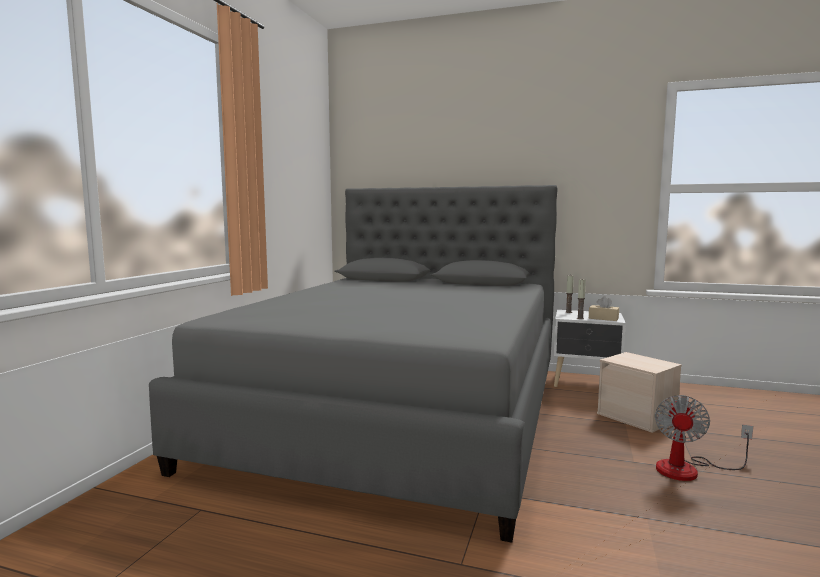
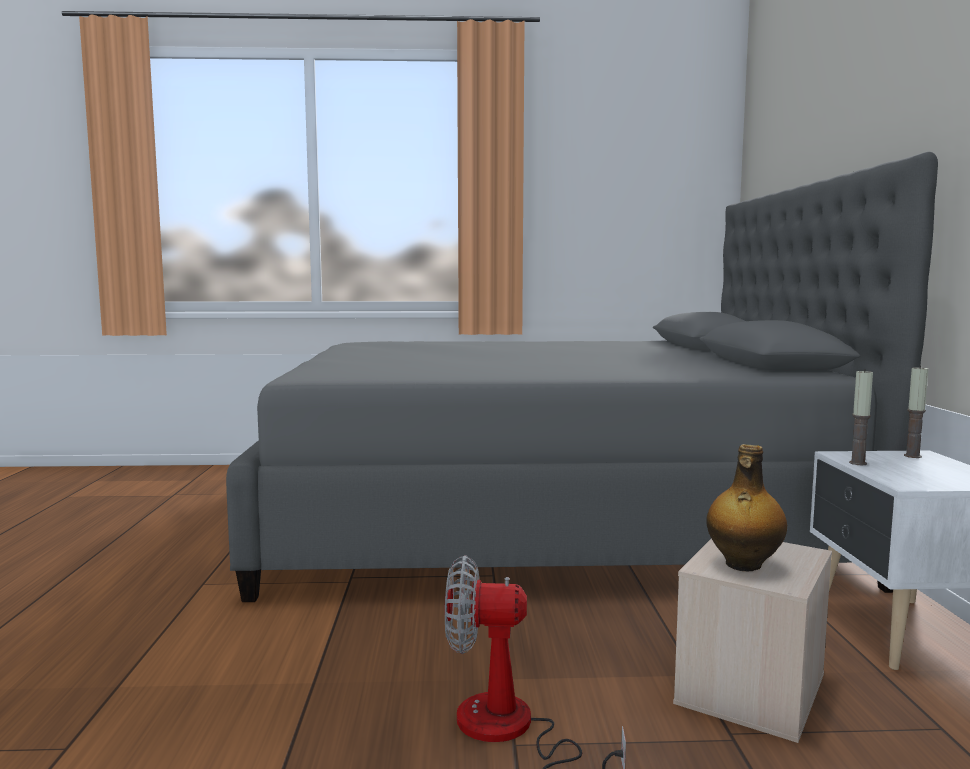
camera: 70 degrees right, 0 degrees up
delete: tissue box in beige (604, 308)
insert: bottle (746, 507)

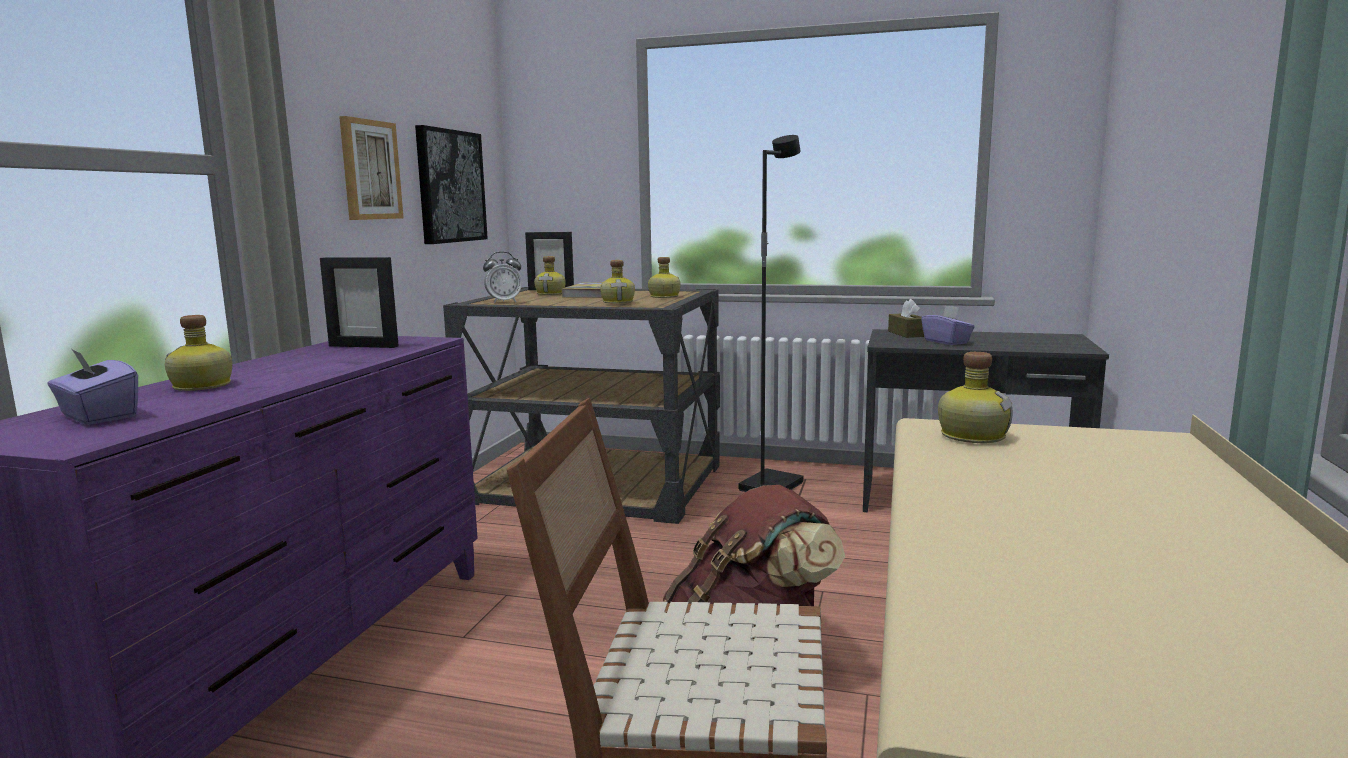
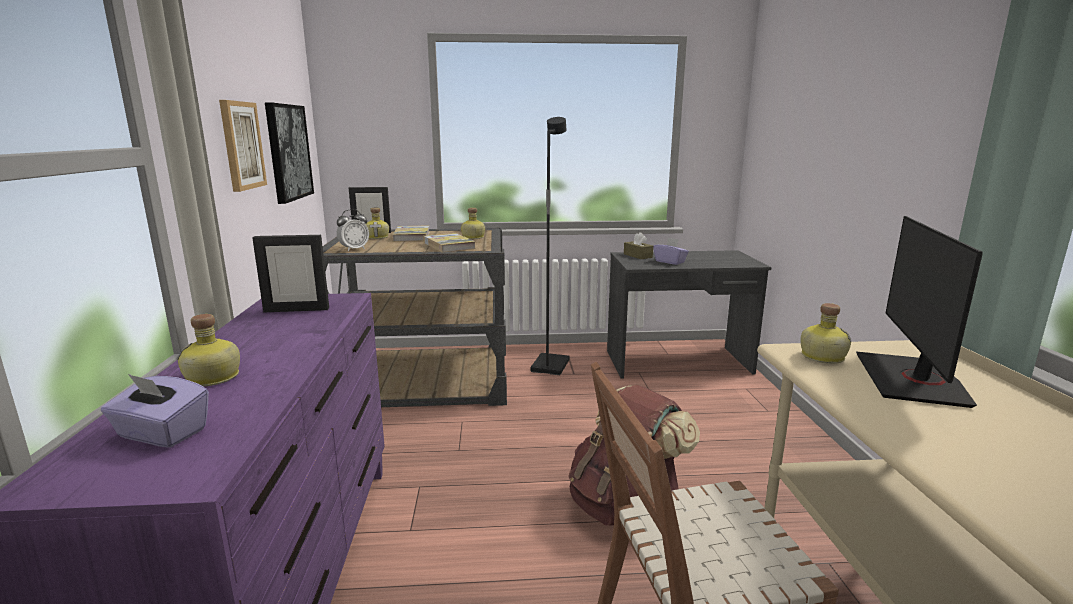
camera: 20 degrees left, 5 degrees up
insert: monitor (919, 312)
replace: bottle (617, 282) to book (449, 242)

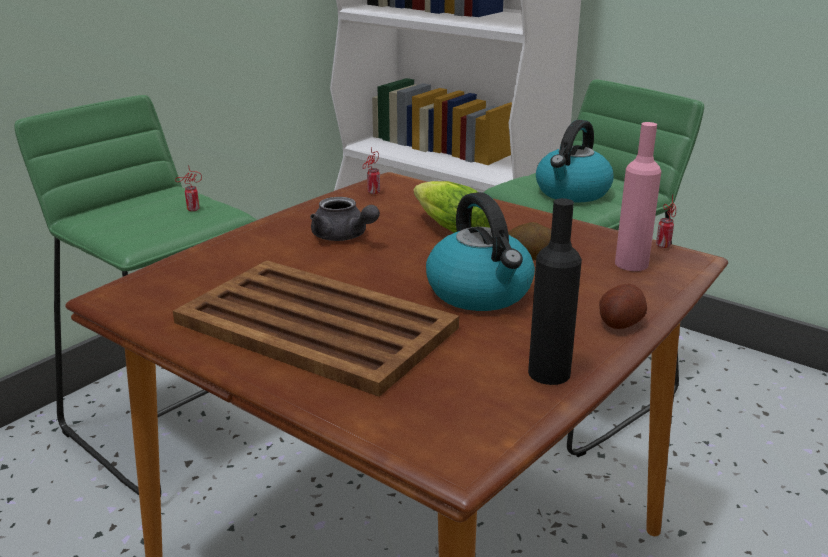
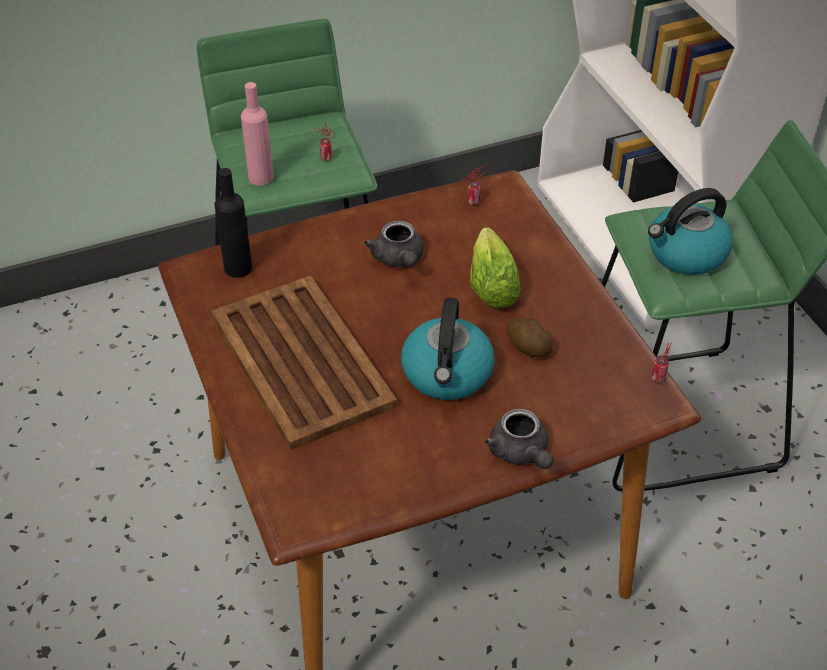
camera: 30 degrees right, 20 degrees up
move: bottle in pink (638, 196) to (257, 134); bottle in black (555, 291) to (233, 223)
replace: potato (623, 306) to teapot in grey (519, 438)

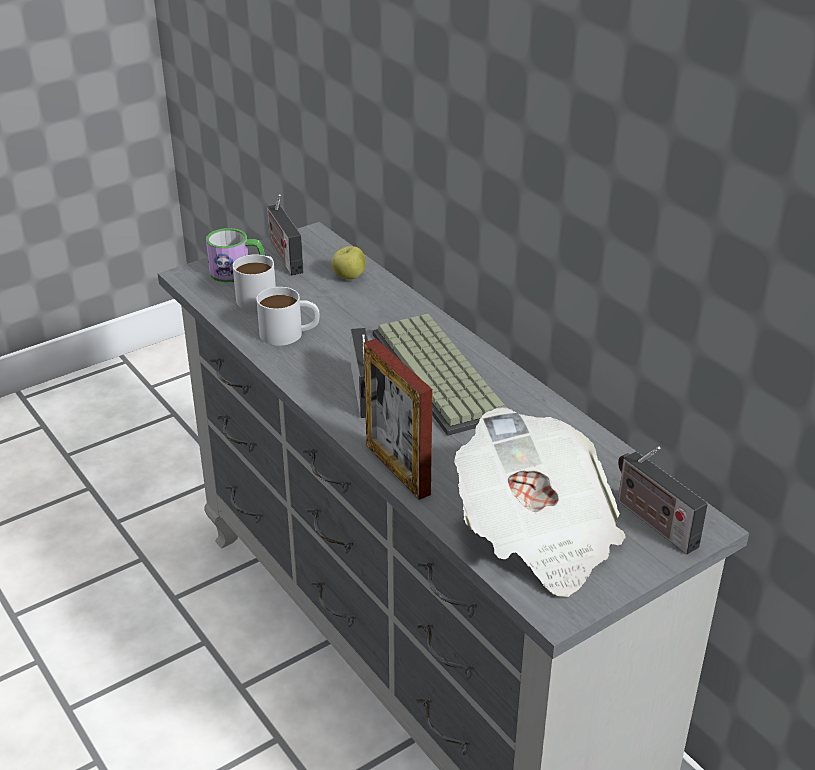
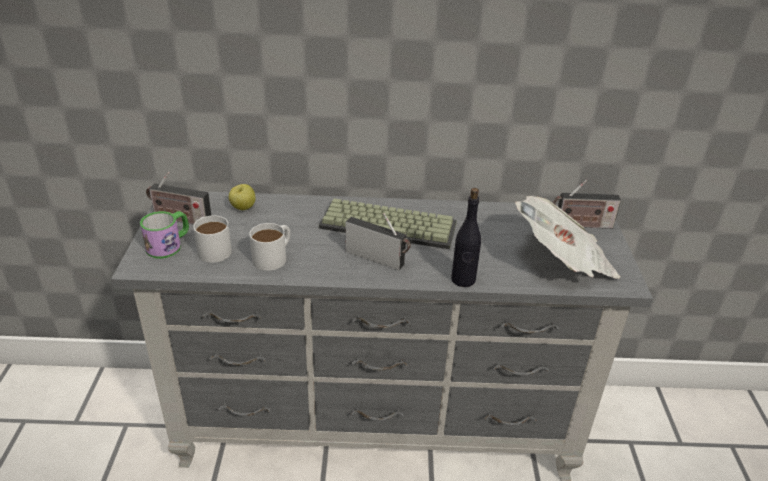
camera: 55 degrees left, 0 degrees up
replace: picture frame (398, 419) to bottle in black (466, 237)

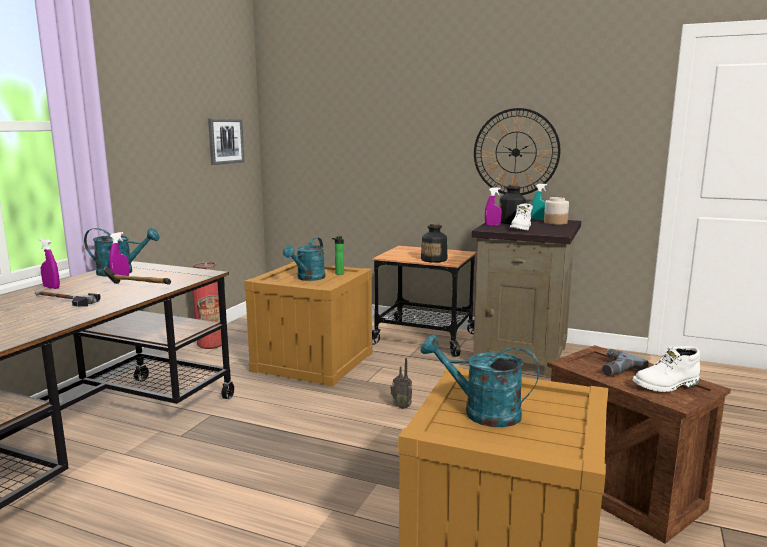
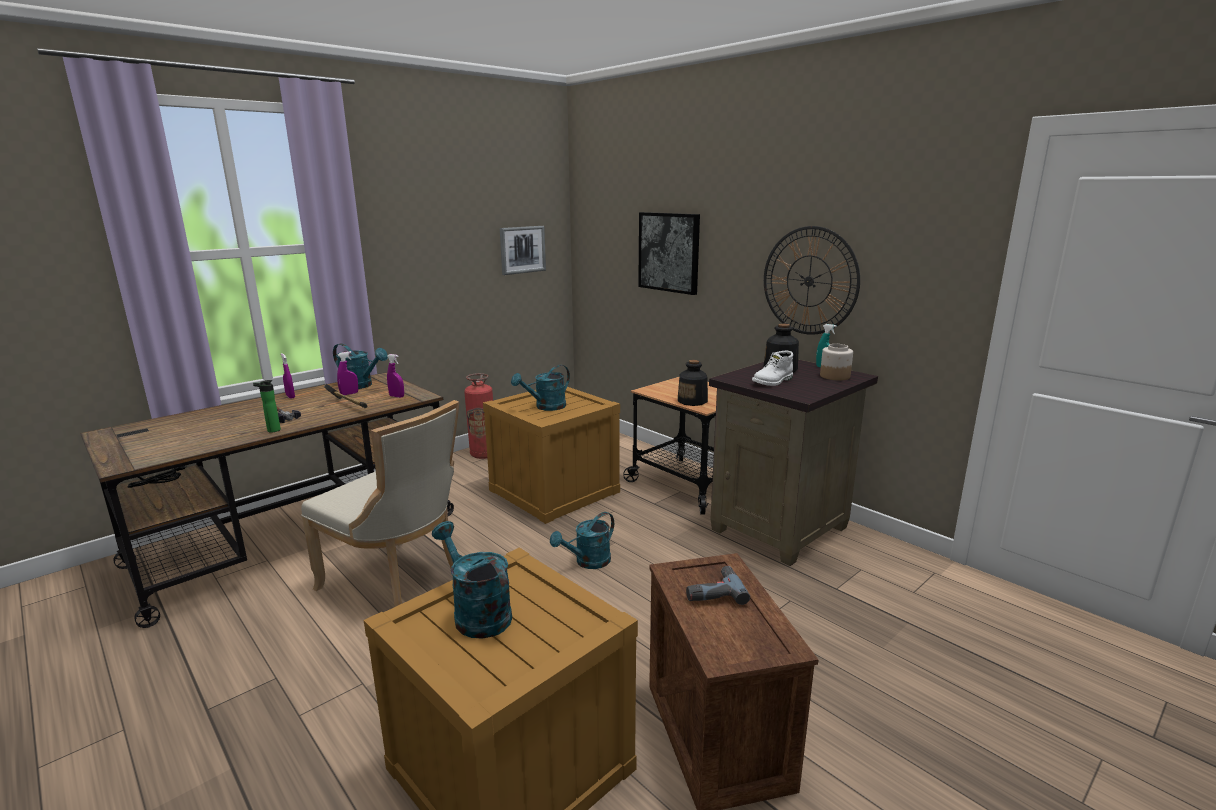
camera: 25 degrees right, 5 degrees up
delete: boot in white (666, 369)
insert: picture (669, 253); chair in beige (380, 503)
move: spray bottle in purple (493, 206) to (395, 376); bottle (338, 255) to (267, 406)
replace: radio (401, 383) to watering can in turquoise (582, 540)

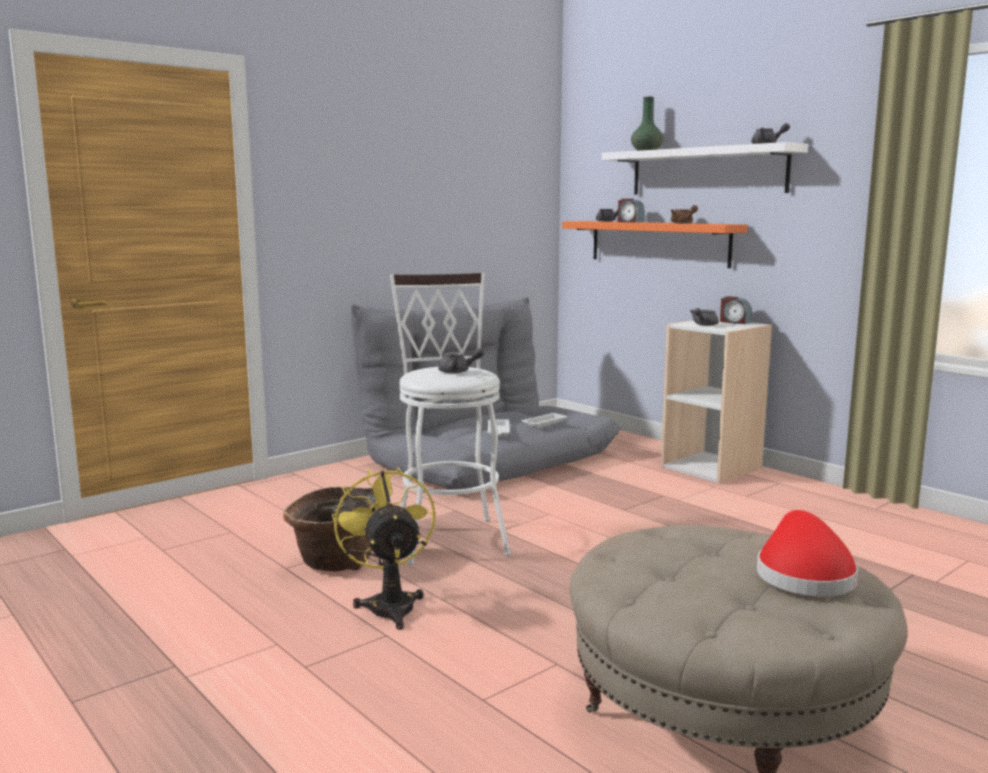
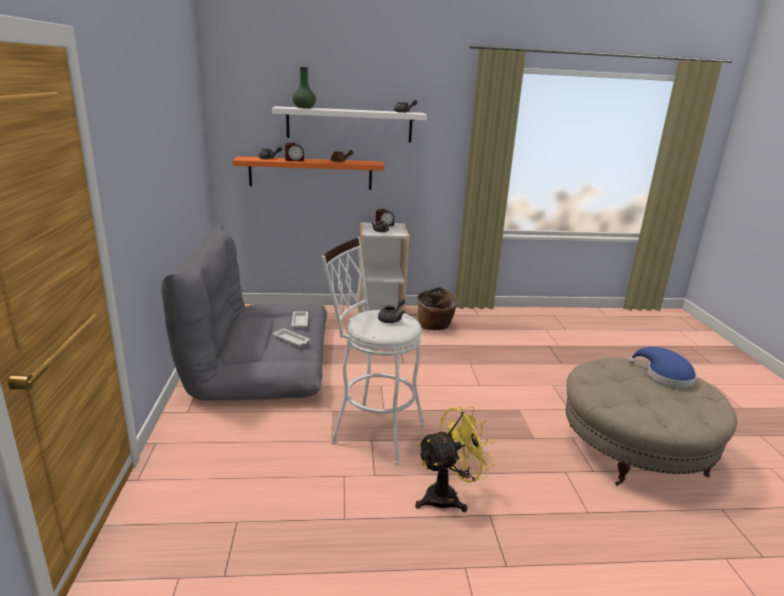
camera: 55 degrees left, 10 degrees up
move: basket (329, 529) to (437, 308)
recolor: hat in red (807, 553) to hat in blue (662, 367)
rotate: fan in yellow (383, 548) = (455, 459) 135 degrees clockwise

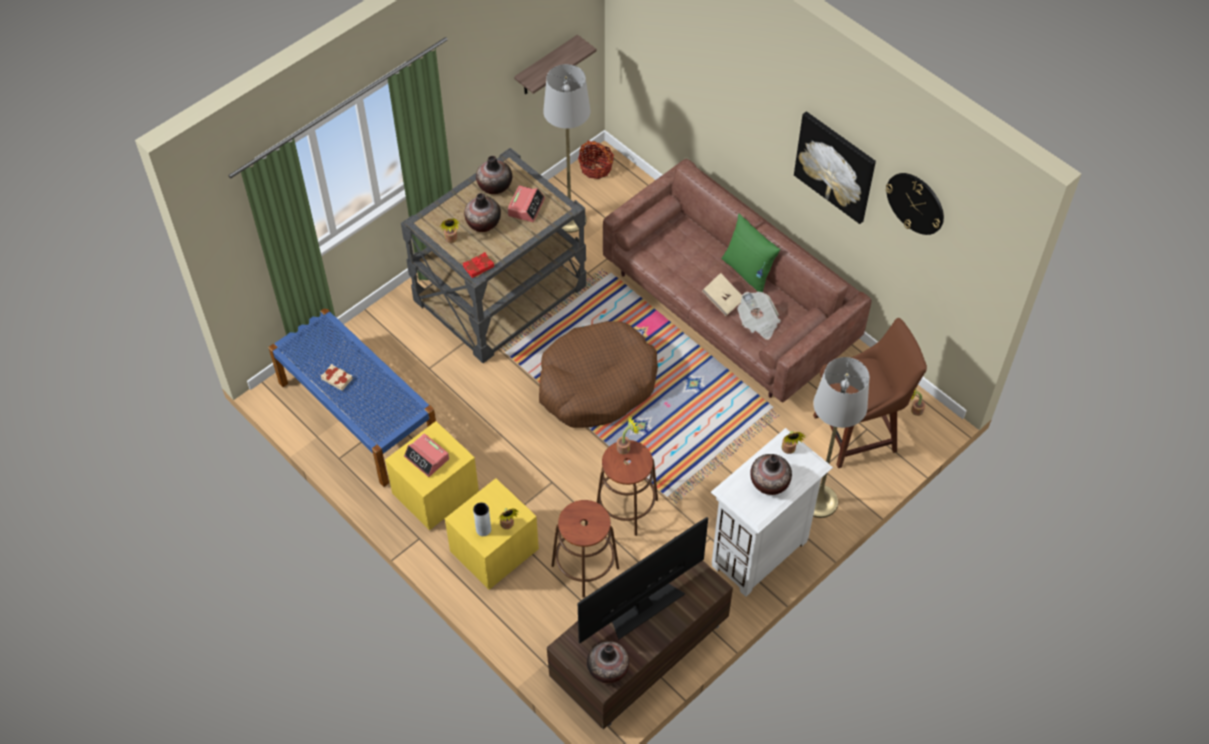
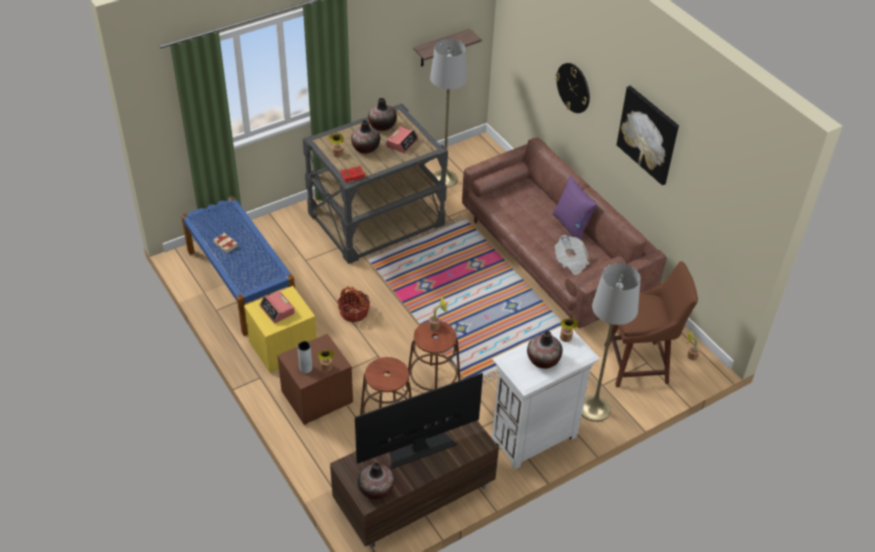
camera: 10 degrees right, 10 degrees down
delete: book in beige (722, 294); dog bed in brown (598, 374)
move: basket (596, 160) to (353, 304); wall clock (914, 204) to (572, 88)
recolor: pillow in green (750, 253) to pillow in purple (575, 207); nightstand in yellow (492, 534) to nightstand in brown (315, 379)

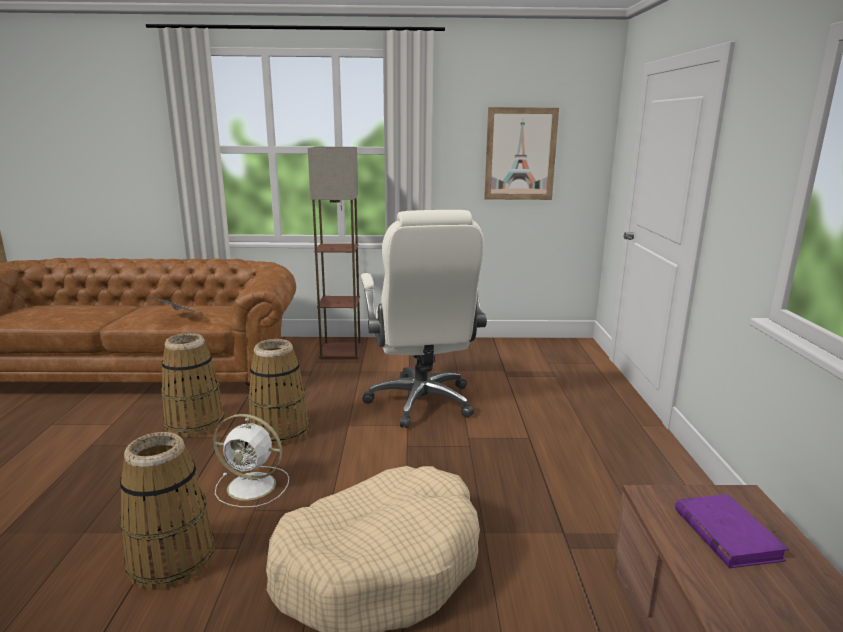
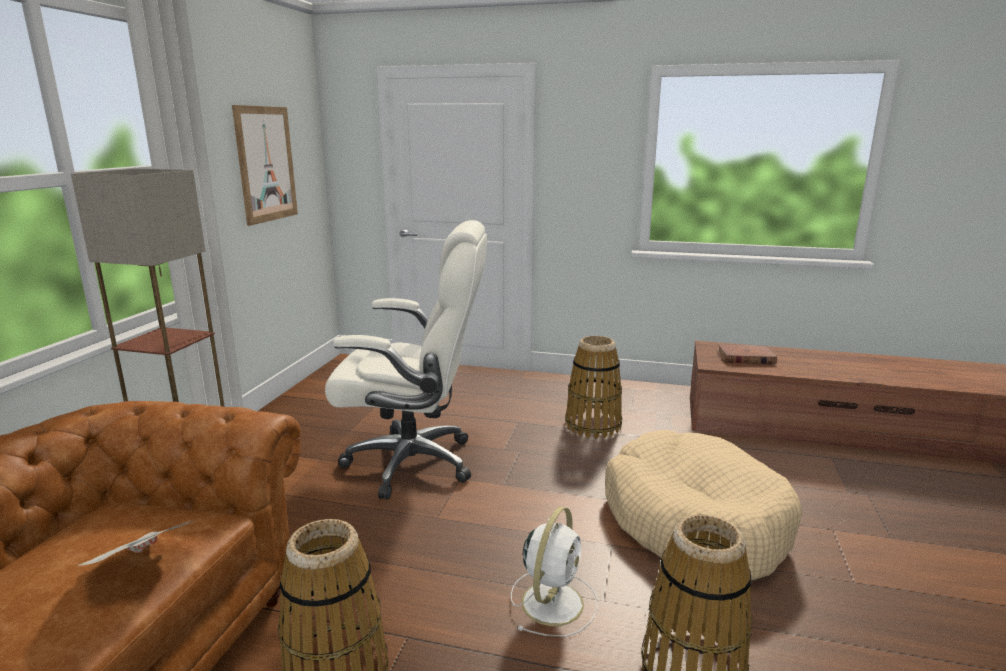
camera: 75 degrees left, 0 degrees up
move: basket (278, 392) to (593, 387)
recolor: book in purple (732, 531) to book in brown (746, 354)

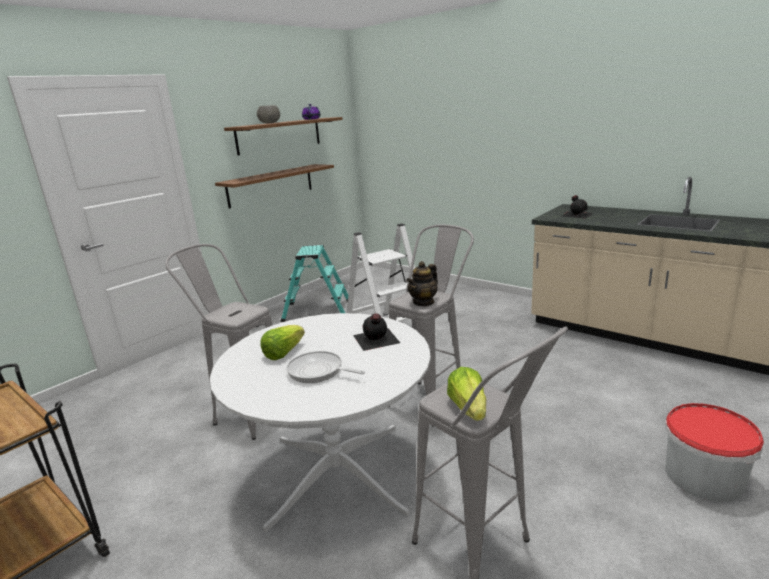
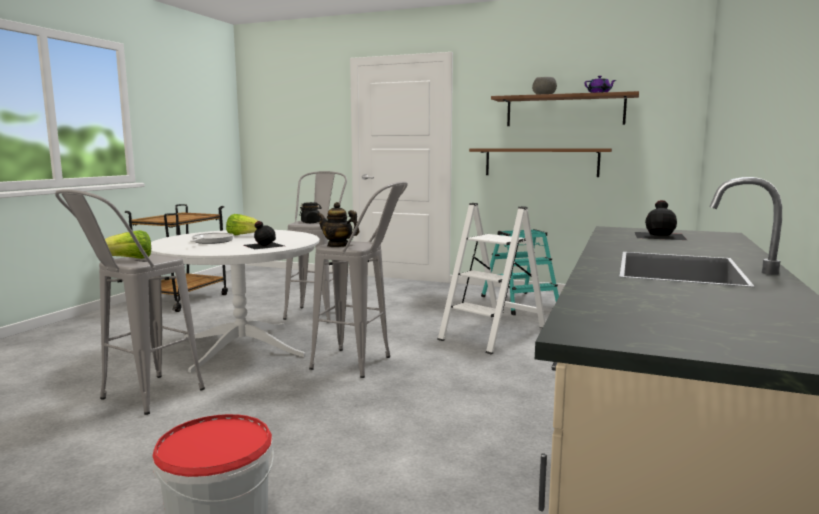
camera: 70 degrees right, 10 degrees down
insert: jar in black (311, 212)

